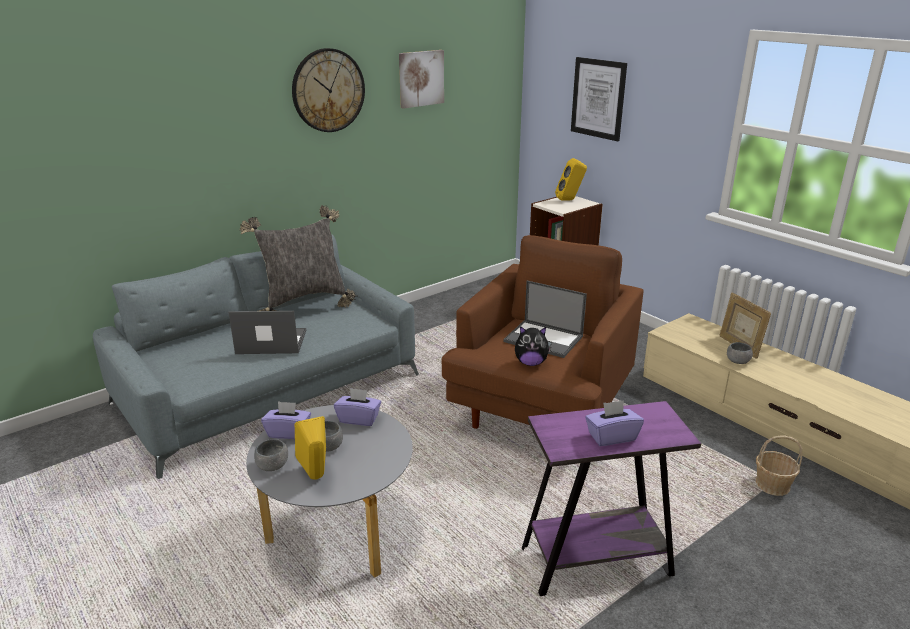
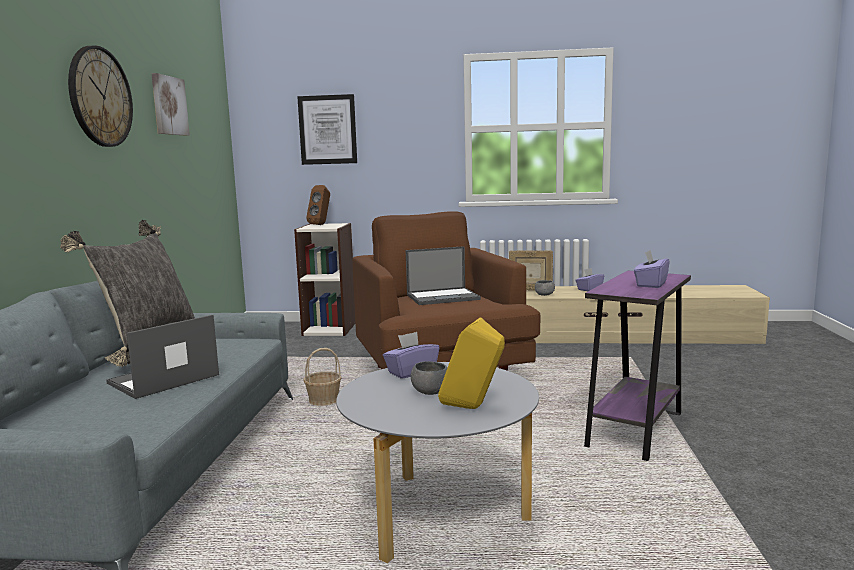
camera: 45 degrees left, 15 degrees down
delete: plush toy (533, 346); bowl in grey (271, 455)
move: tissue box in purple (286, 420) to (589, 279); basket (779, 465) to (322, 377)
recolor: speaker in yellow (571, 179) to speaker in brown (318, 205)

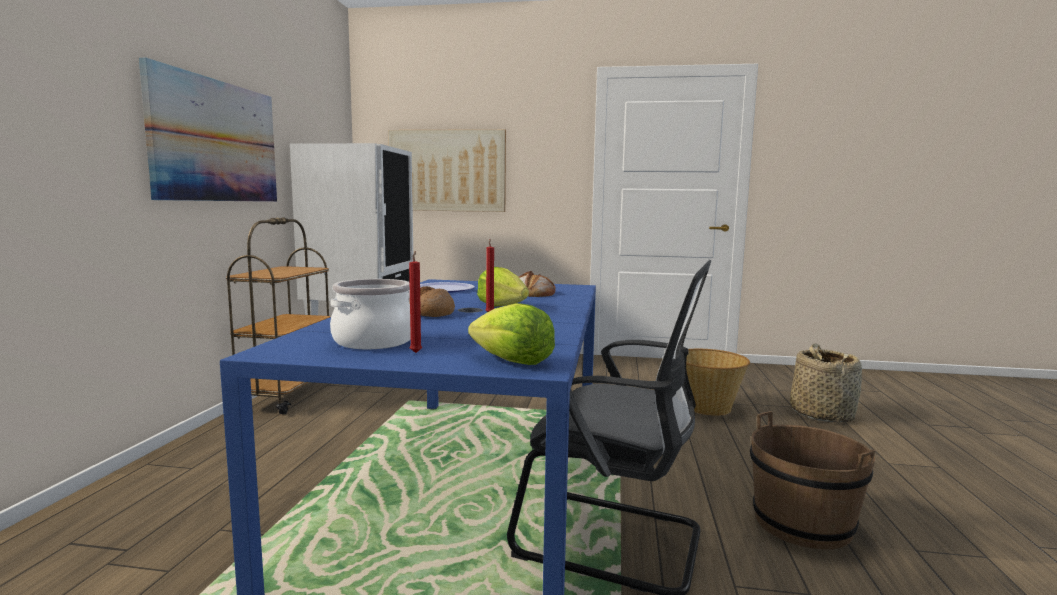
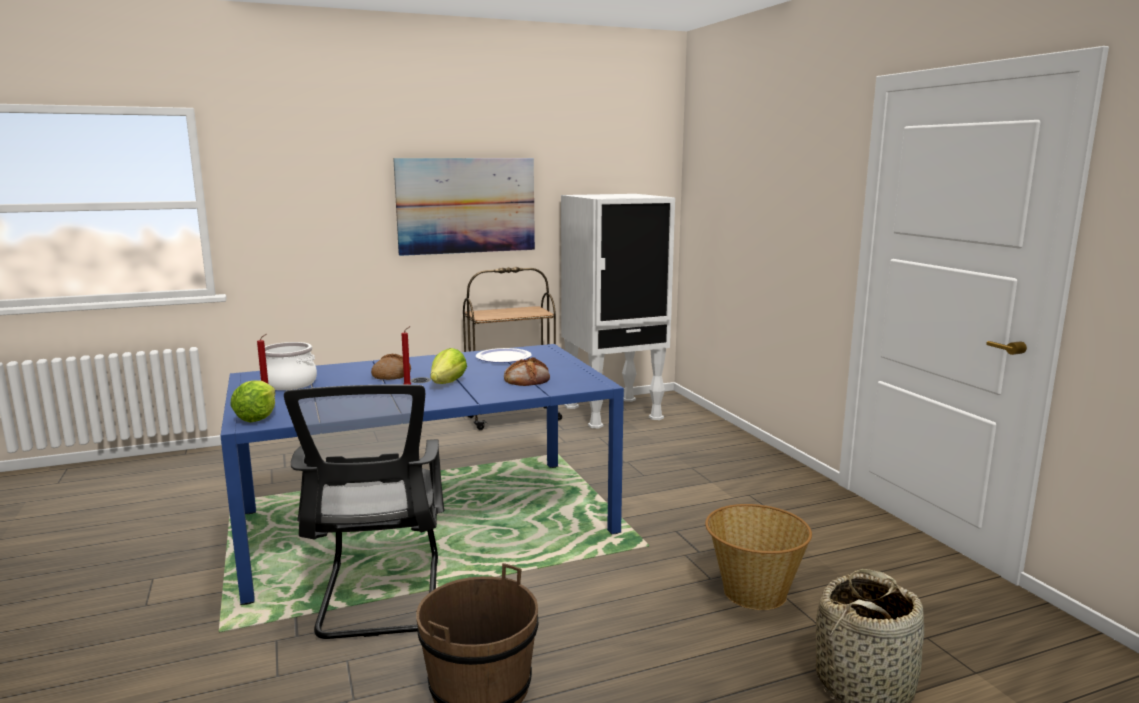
camera: 60 degrees right, 5 degrees up
delete: picture (447, 170)

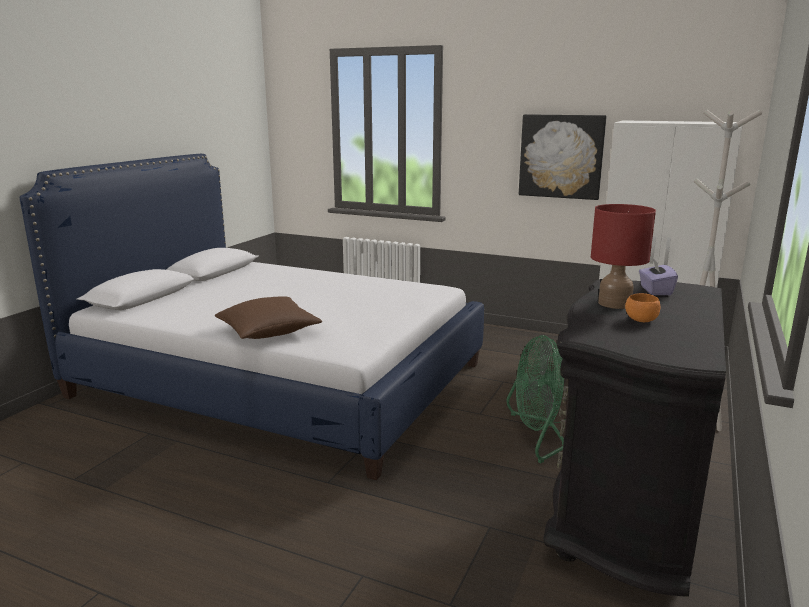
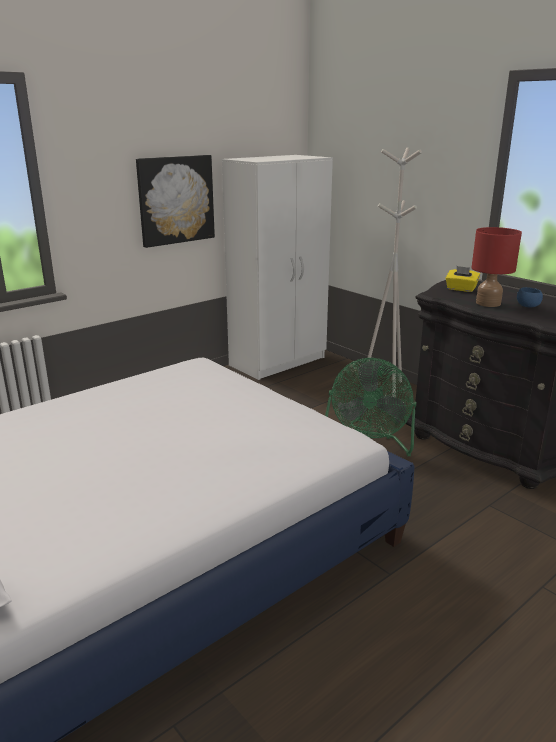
camera: 65 degrees left, 5 degrees up
delete: pillow in brown (268, 317)
recolor: tissue box in purple (658, 277) to tissue box in yellow (462, 279); bowl in orange (642, 307) to bowl in blue (530, 297)

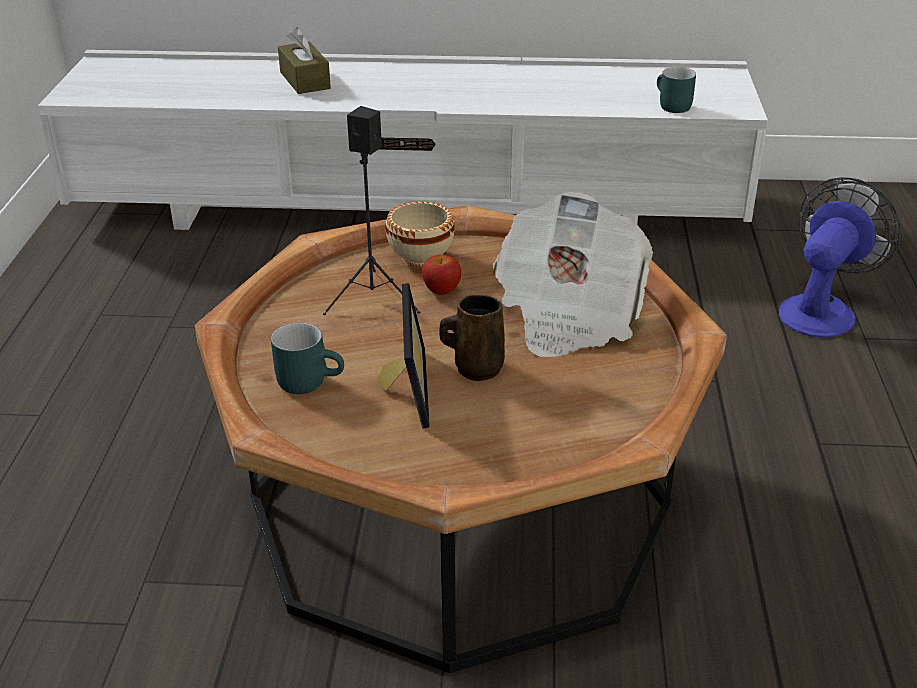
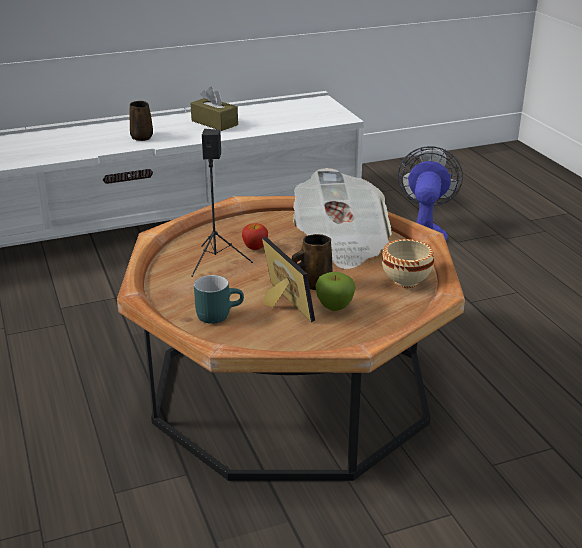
camera: 25 degrees left, 5 degrees down
delete: mug in turquoise (676, 90)
insert: mug in brown (141, 121); apple (335, 291)
move: tissue box in brown (304, 60) to (214, 109); bowl in beige (420, 234) to (408, 263)

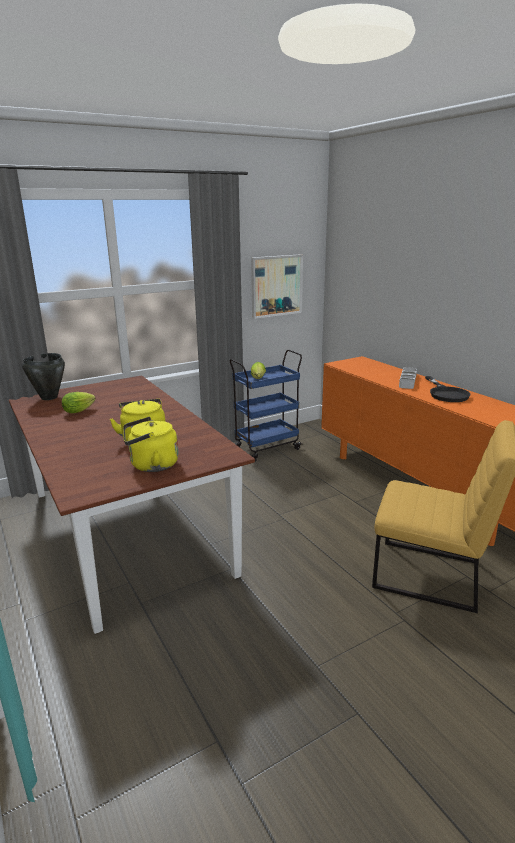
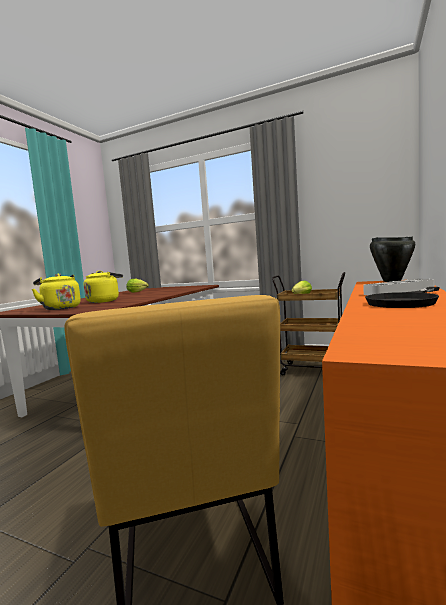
camera: 55 degrees right, 15 degrees down
delete: picture (277, 286)
move: cooking pot in black (43, 376) to (392, 259)
recolor: cart in blue (266, 406) to cart in brown (308, 323)

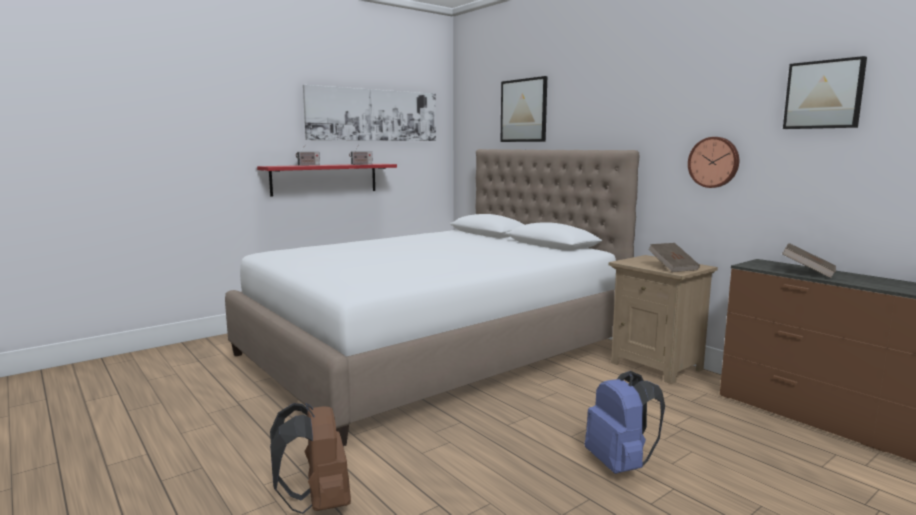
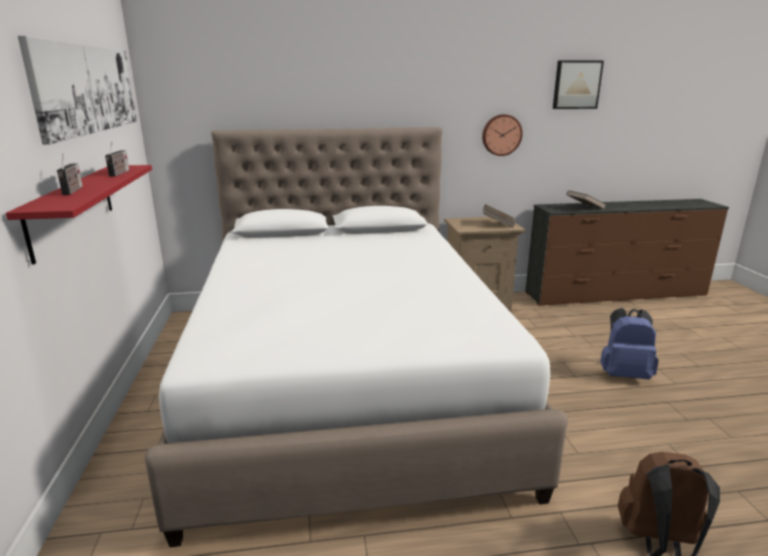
camera: 60 degrees left, 10 degrees up
delete: picture (524, 109)

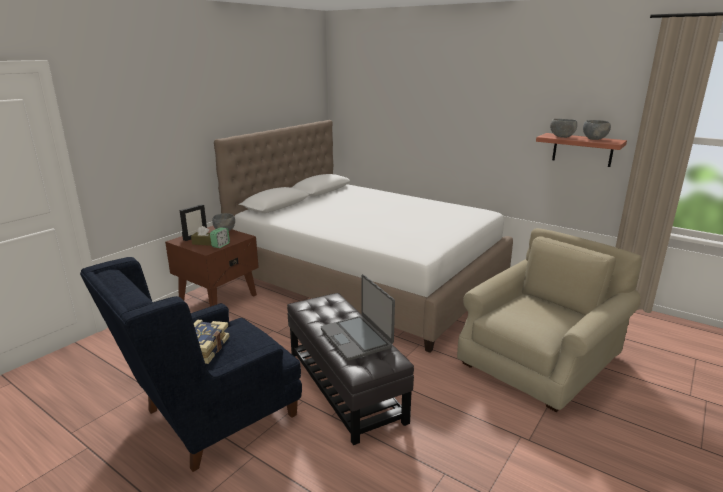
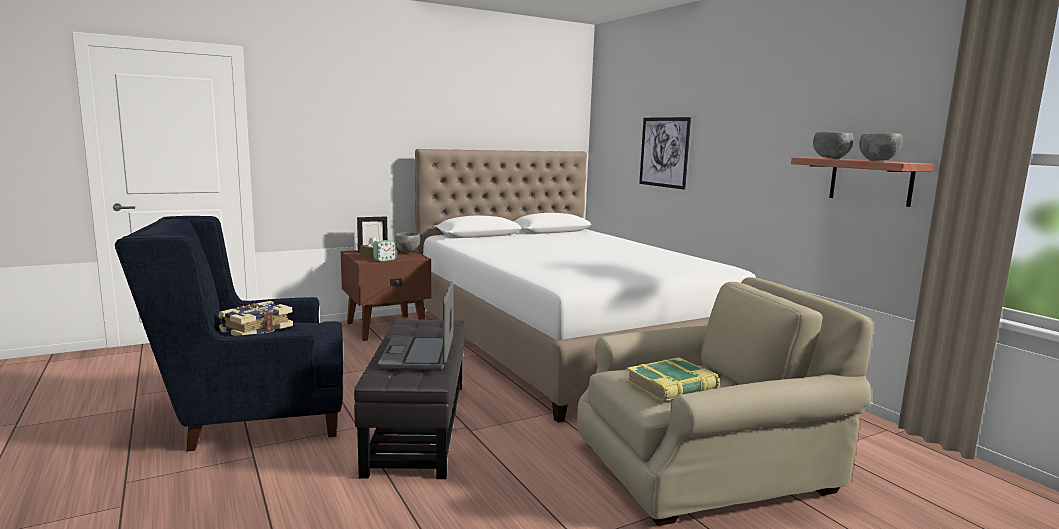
camera: 25 degrees right, 10 degrees down
insert: picture (665, 153); book (672, 379)

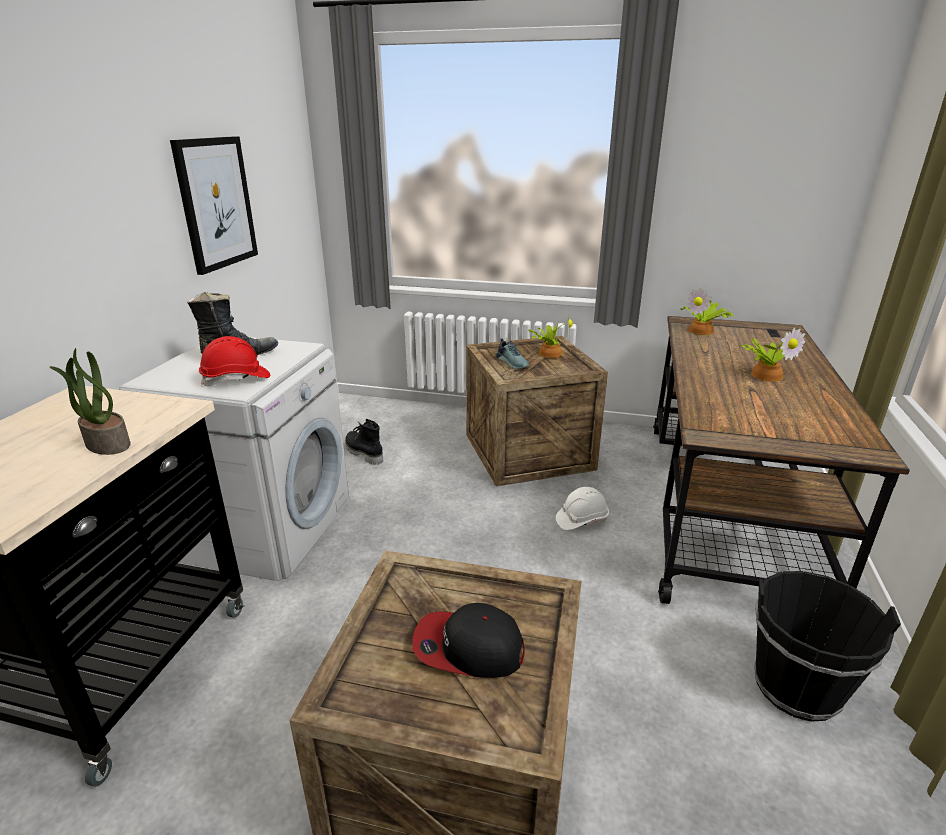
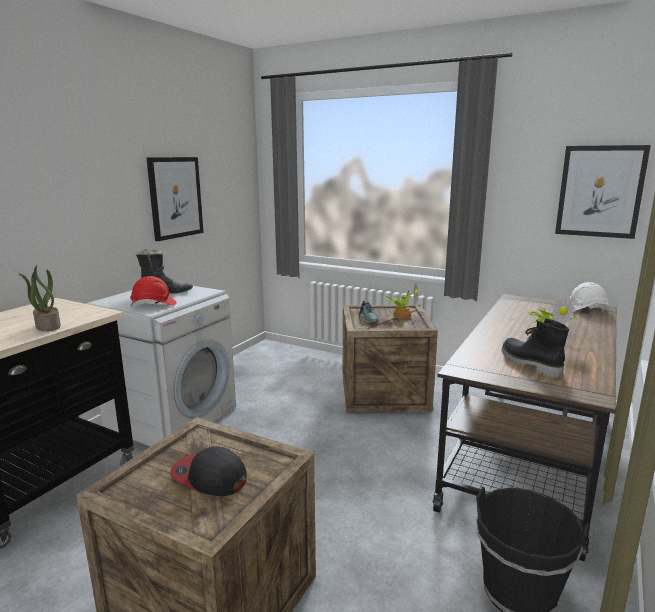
camera: 15 degrees right, 10 degrees down
delete: potted plant (707, 311)
insert: picture (603, 192)
move: boot in black (364, 442) to (535, 348); hard hat in white (582, 508) to (588, 296)

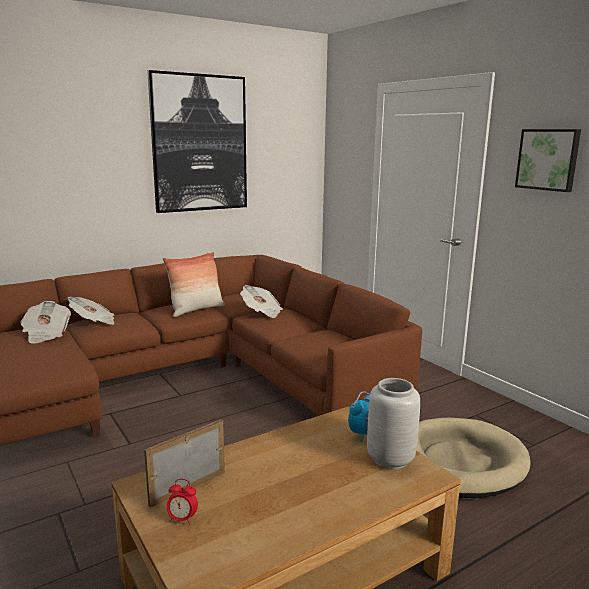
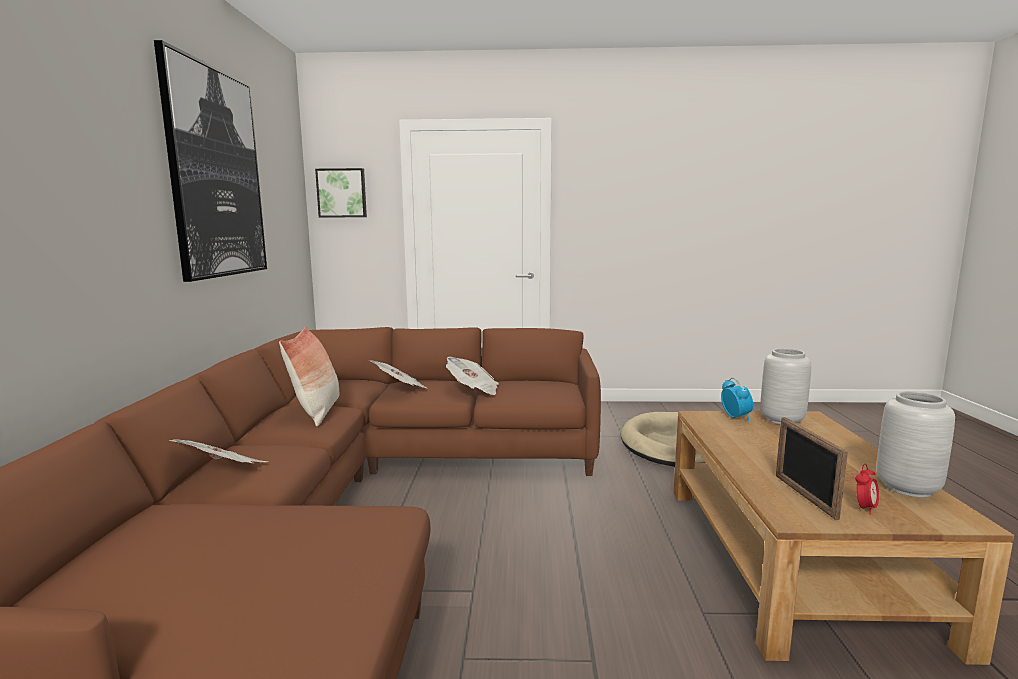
camera: 55 degrees left, 5 degrees down
insert: vase in grey (915, 444)
move: picture (548, 160) to (341, 193); newspaper (45, 322) to (472, 376)

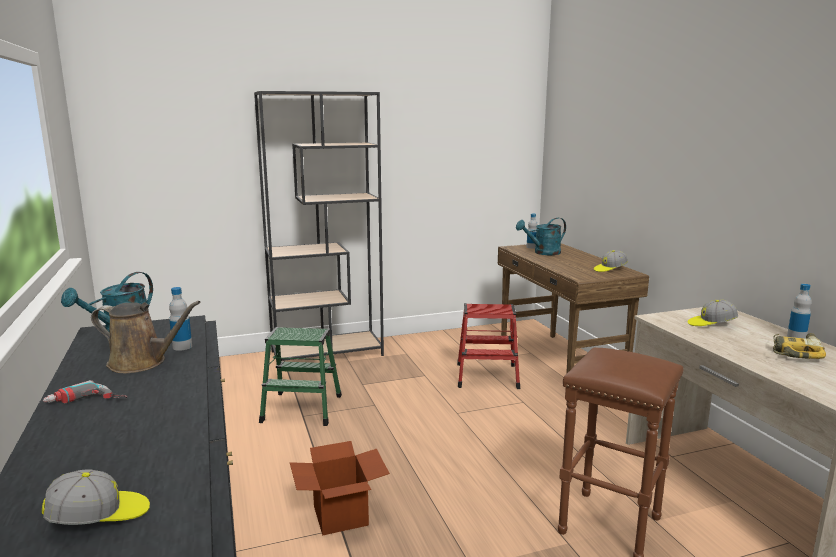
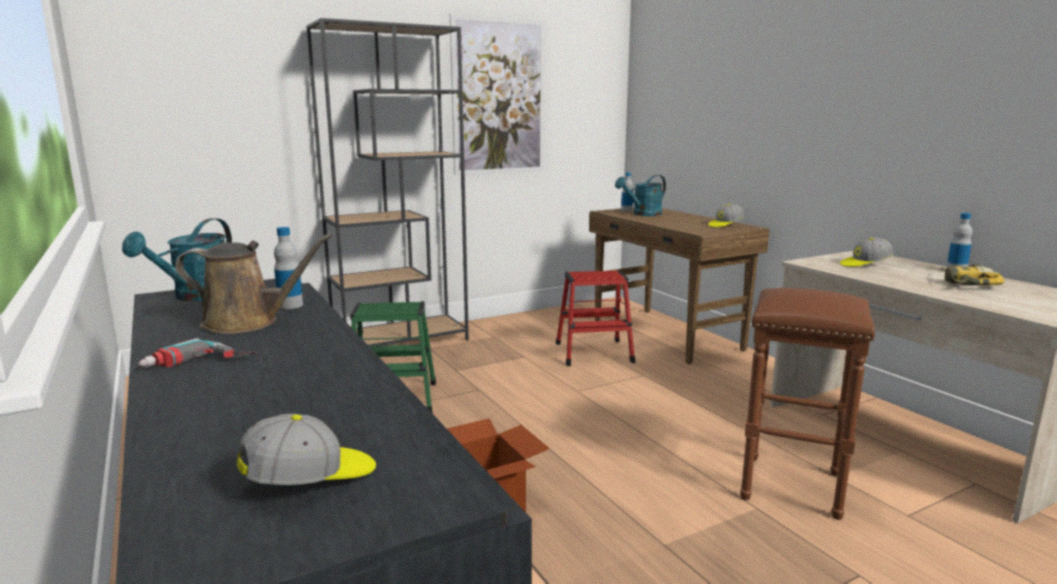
camera: 10 degrees left, 0 degrees up
insert: picture (497, 94)

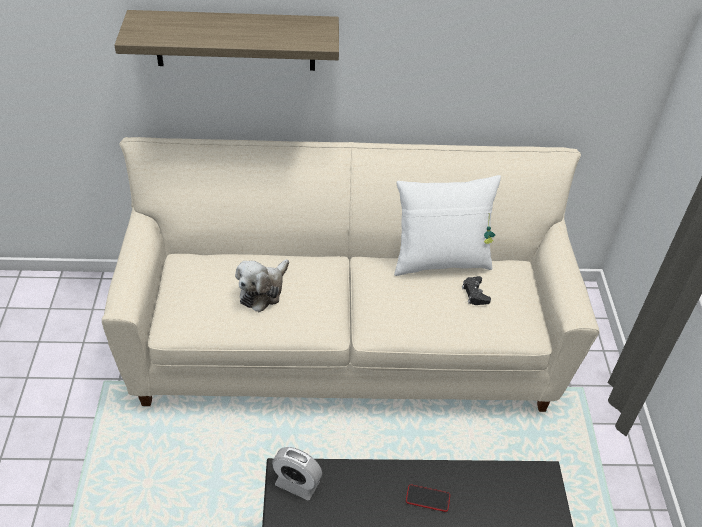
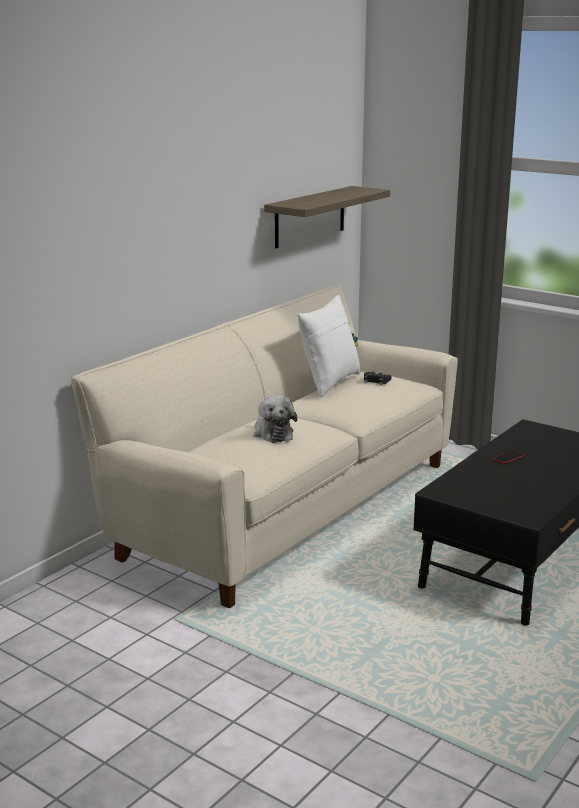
camera: 50 degrees left, 25 degrees down
delete: alarm clock (297, 473)
move: shelf (226, 40) to (327, 217)

